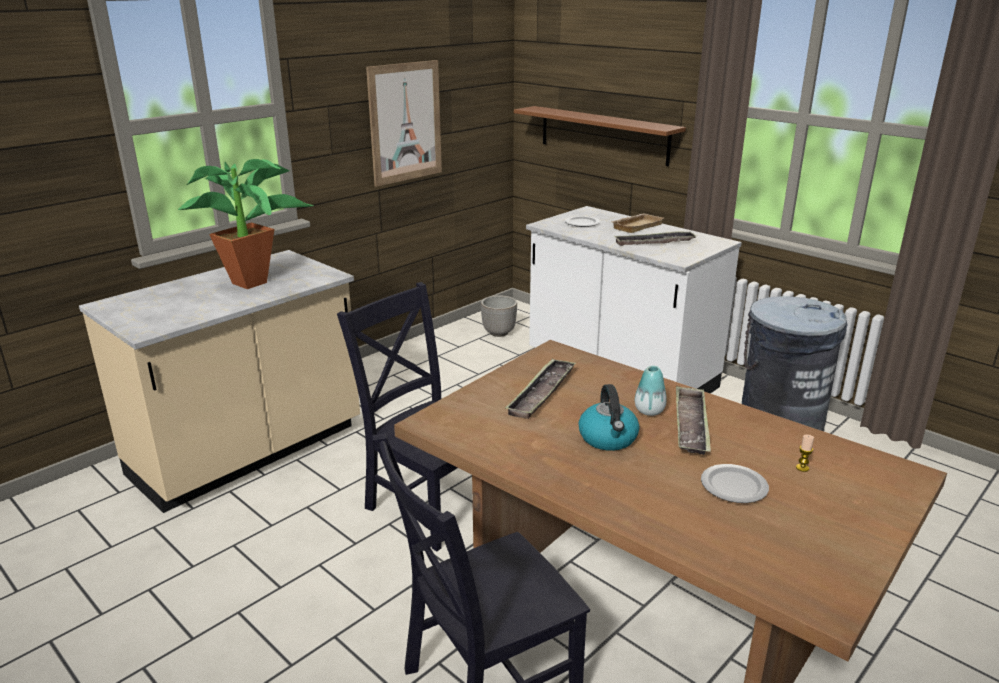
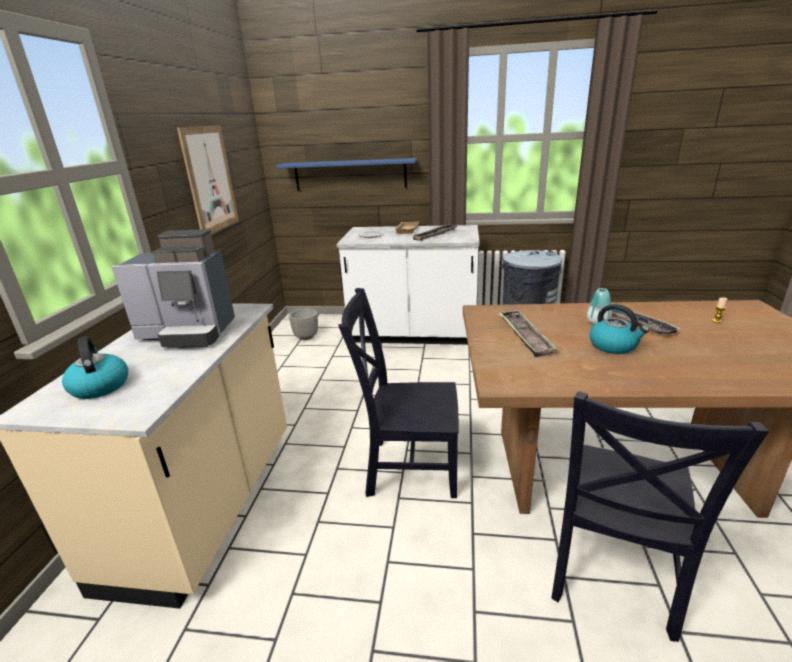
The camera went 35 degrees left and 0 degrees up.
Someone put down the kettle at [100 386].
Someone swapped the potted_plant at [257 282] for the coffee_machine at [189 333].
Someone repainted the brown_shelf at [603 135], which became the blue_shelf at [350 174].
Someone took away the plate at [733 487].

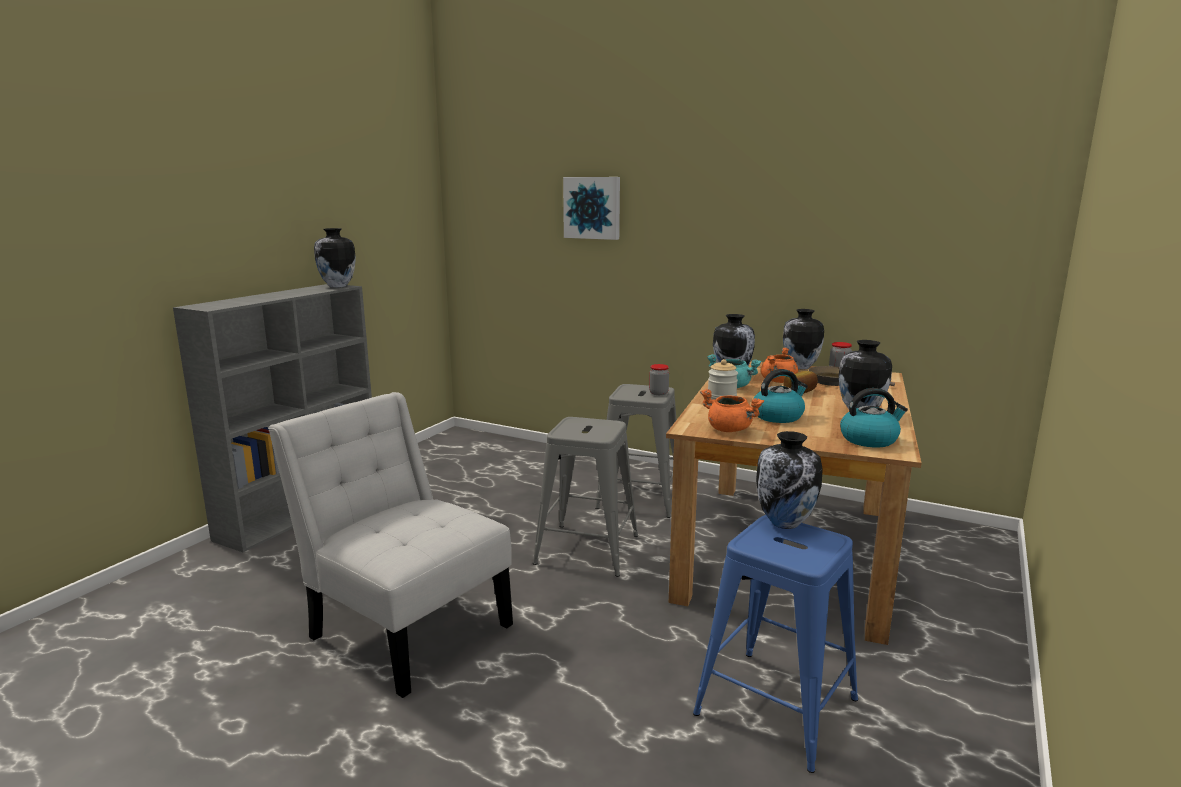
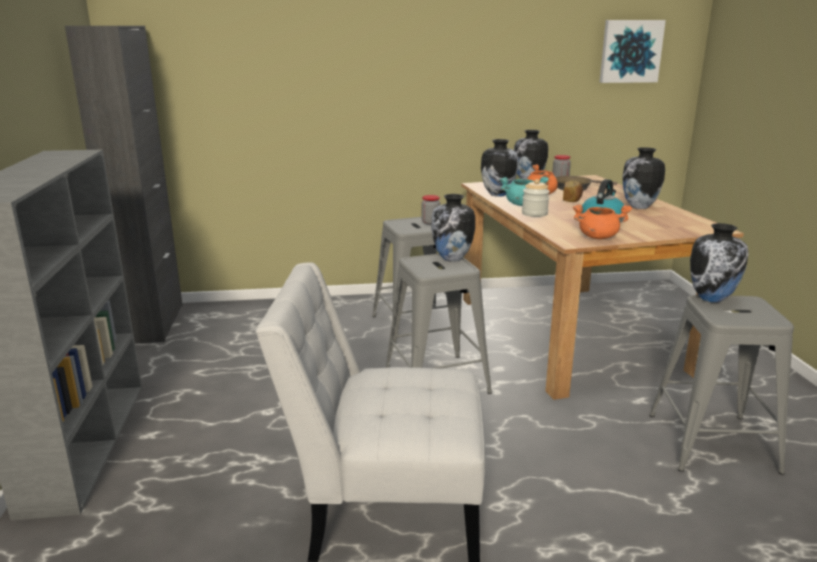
The camera went 35 degrees left and 5 degrees up.
Someone put down the black_cabinet at [153 323].
Someone carried the vase from [337 286] to [452 258].
Someone carried the picture from [592 208] to [630 51].
Someone repainted the blue_stool at [777 706], which became the grey_stool at [712 442].
Someone took away the kettle at [869 439].

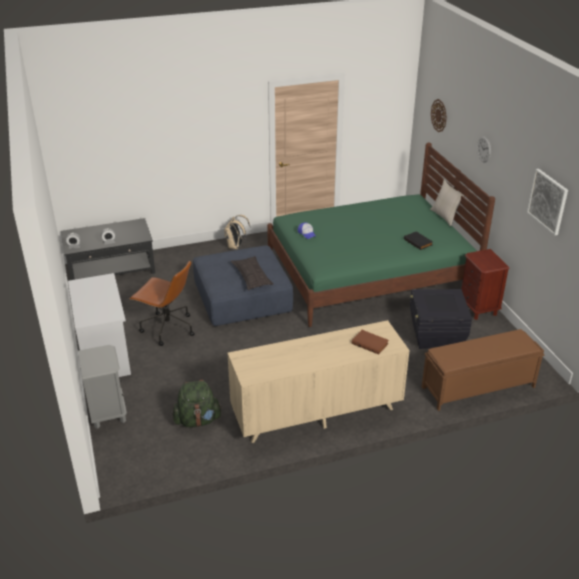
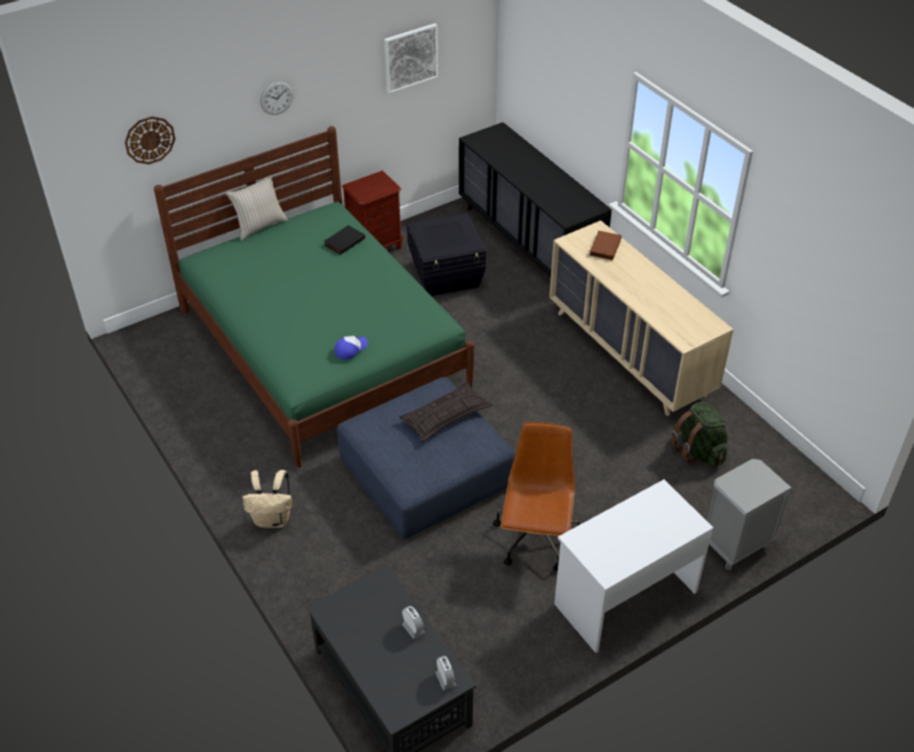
The camera went 105 degrees left and 10 degrees up.
Someone swapped the brown_bench at [477 387] for the black_dresser at [529 241].

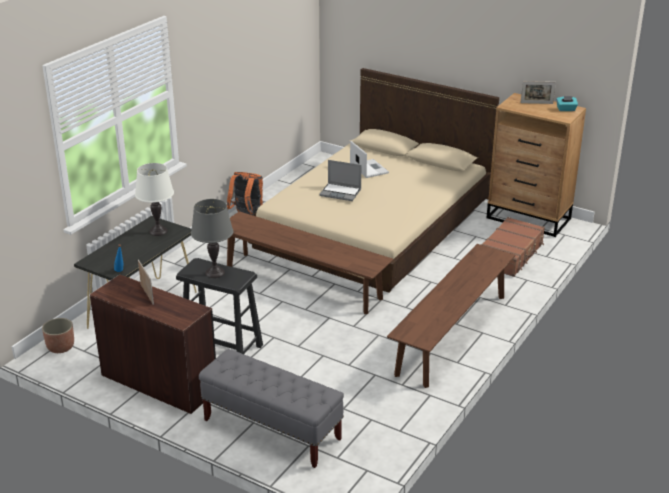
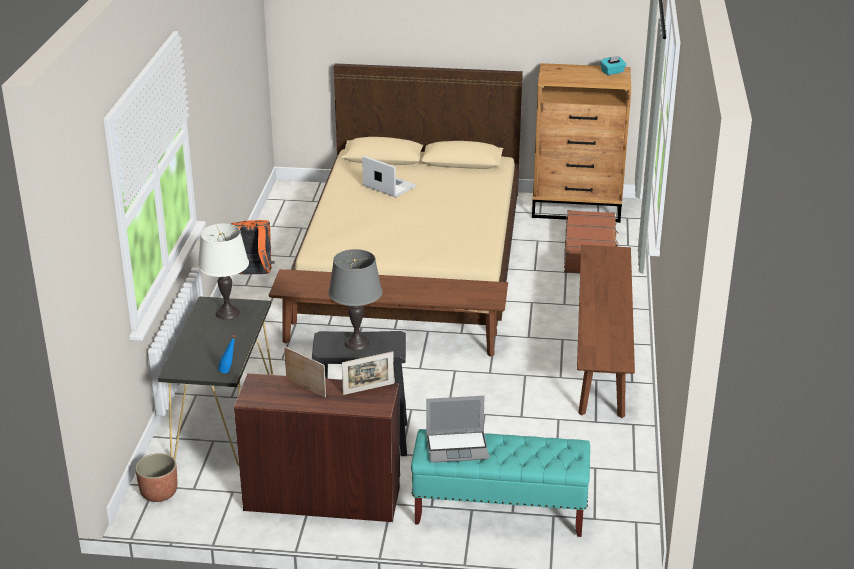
The camera went 25 degrees left and 0 degrees up.
Someone carried the picture_frame from [536 103] to [368 389].
Someone repainted the grey_bench at [271 430], which became the turquoise_bench at [499 511].
Someone carried the laptop from [341 193] to [457 447].

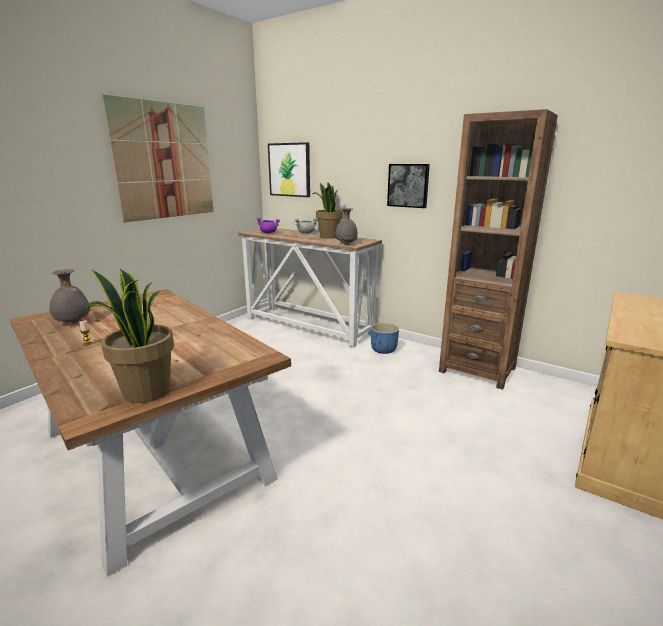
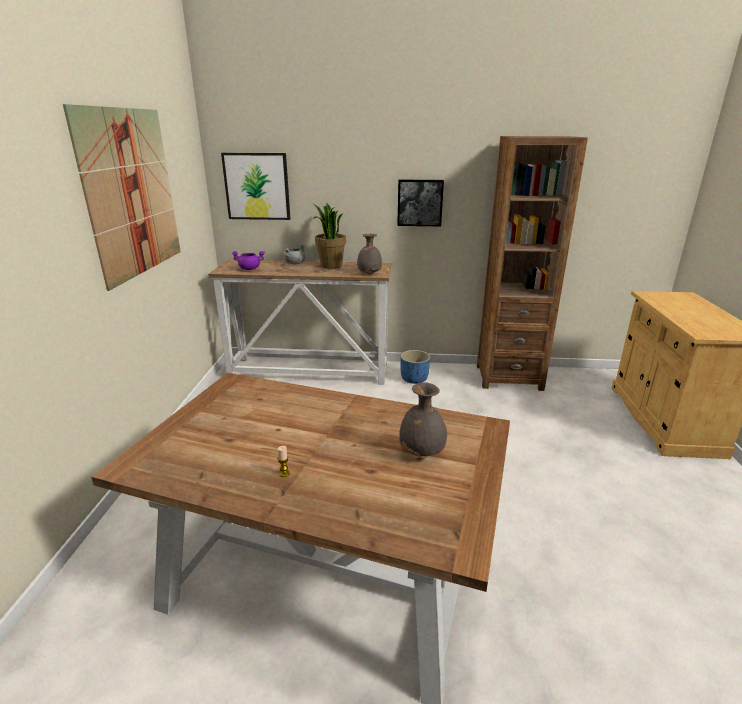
The camera went 30 degrees left and 5 degrees up.
Someone carried the grey_vase from [73 323] to [422 453].
Someone took away the potted_plant at [145 392].

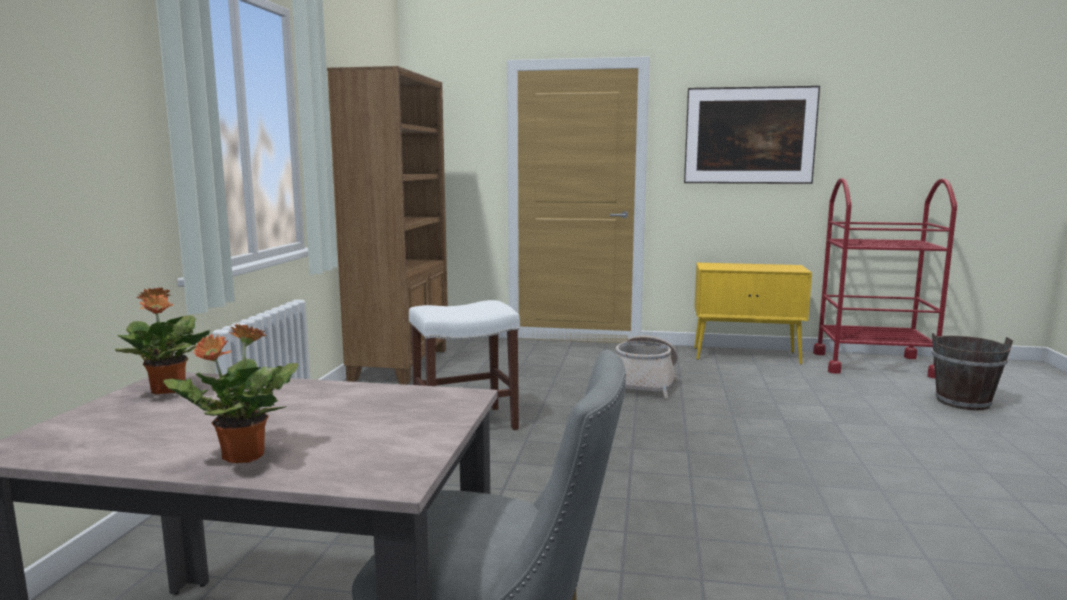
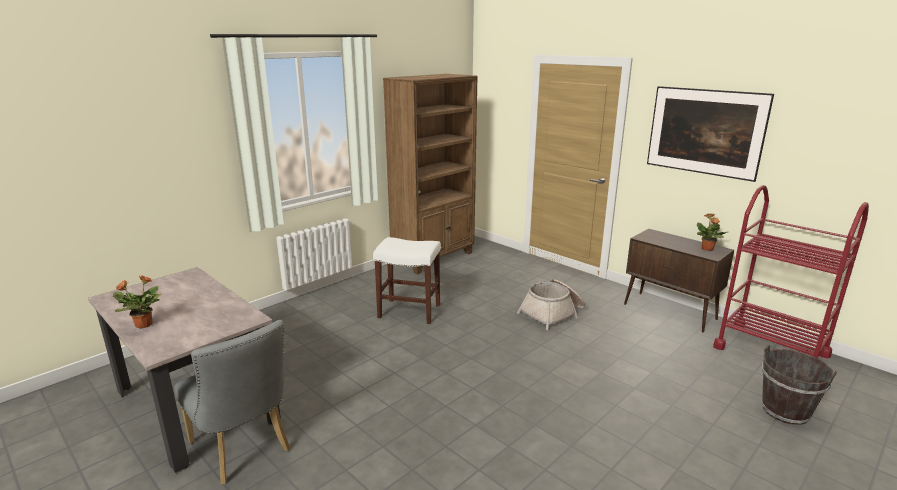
The camera went 35 degrees right and 10 degrees up.
Someone repainted the yellow_cabinet at [747 356], which became the brown_cabinet at [670 312].
Someone carried the potted_plant from [168 390] to [707 249].

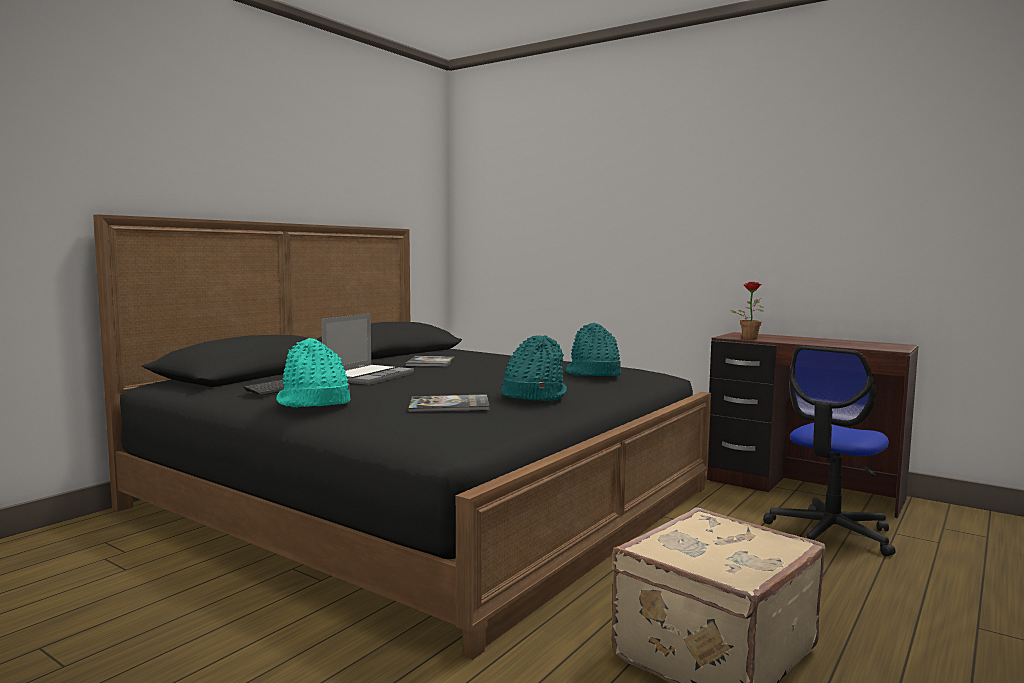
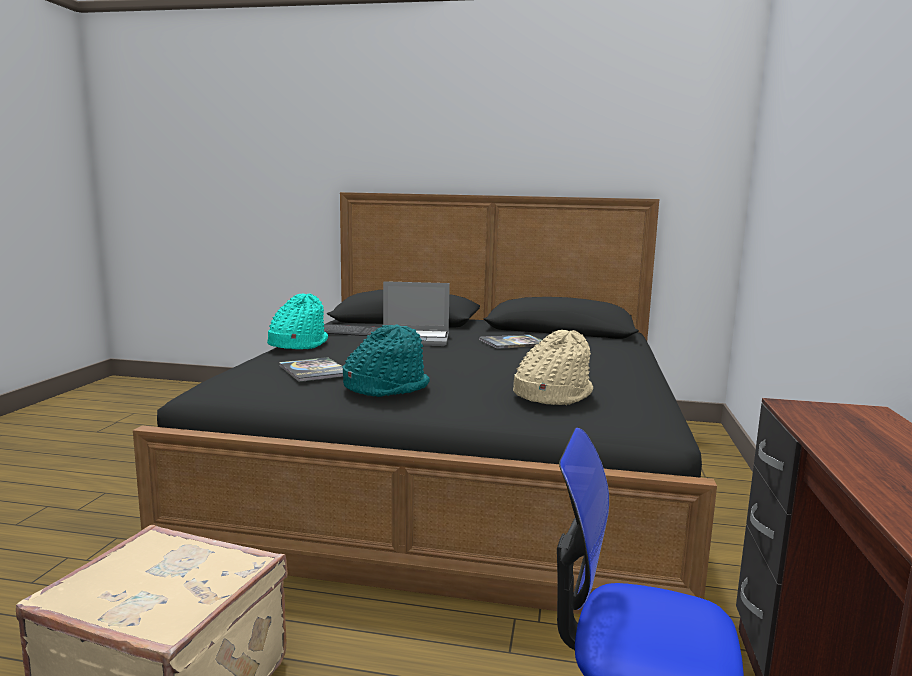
The camera went 65 degrees right and 5 degrees up.
Someone repainted the turquoise_hat at [593 374], which became the beige_hat at [552 395].
Someone took away the potted_plant at [749 338].

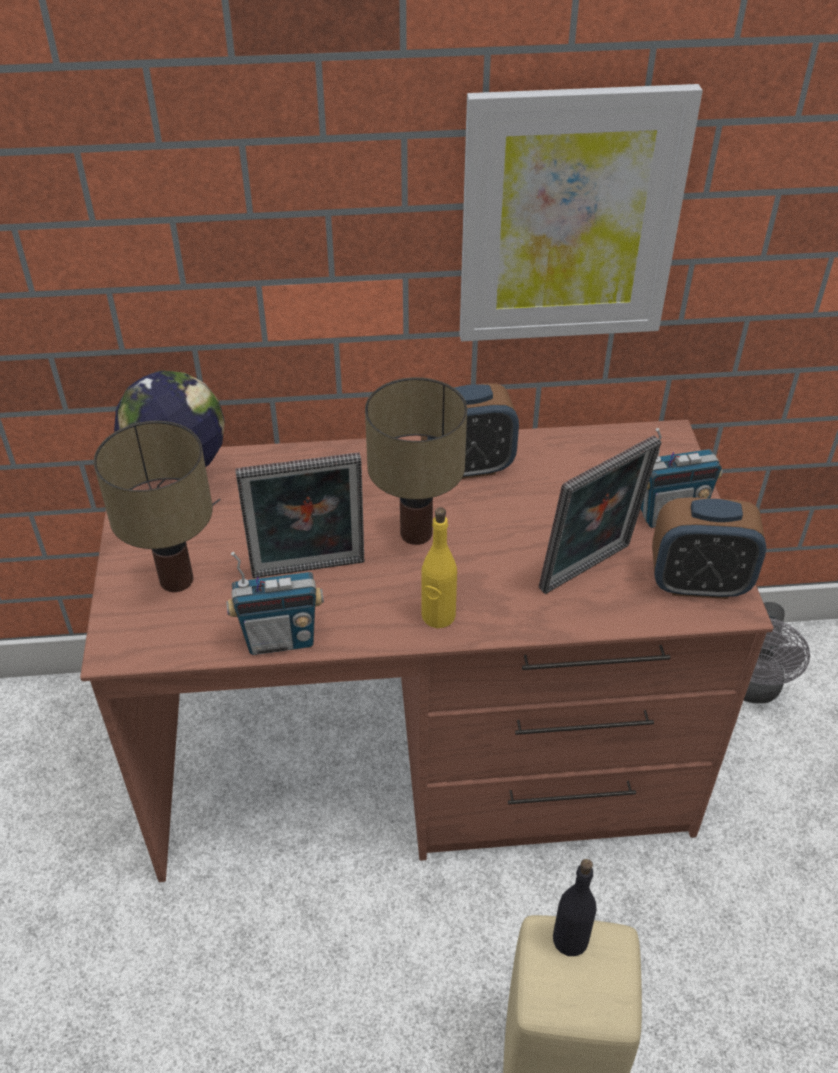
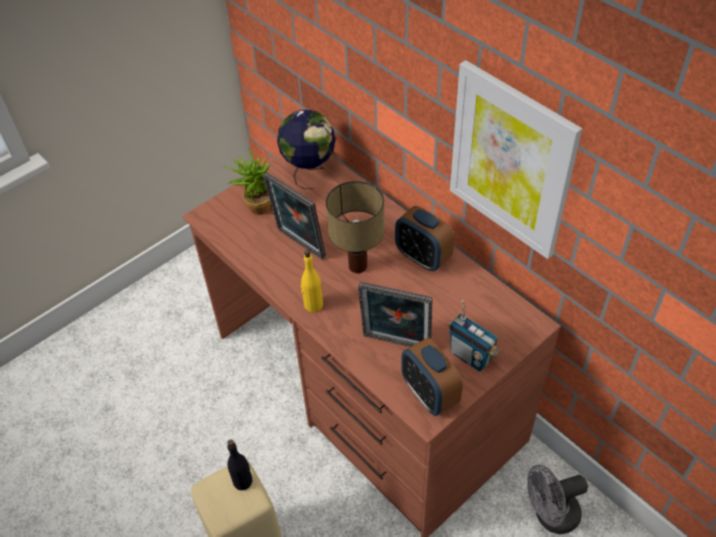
The camera went 55 degrees right and 5 degrees up.
Someone swapped the table_lamp at [175 579] for the potted_plant at [255 206].
Someone took away the radio at [280 639].

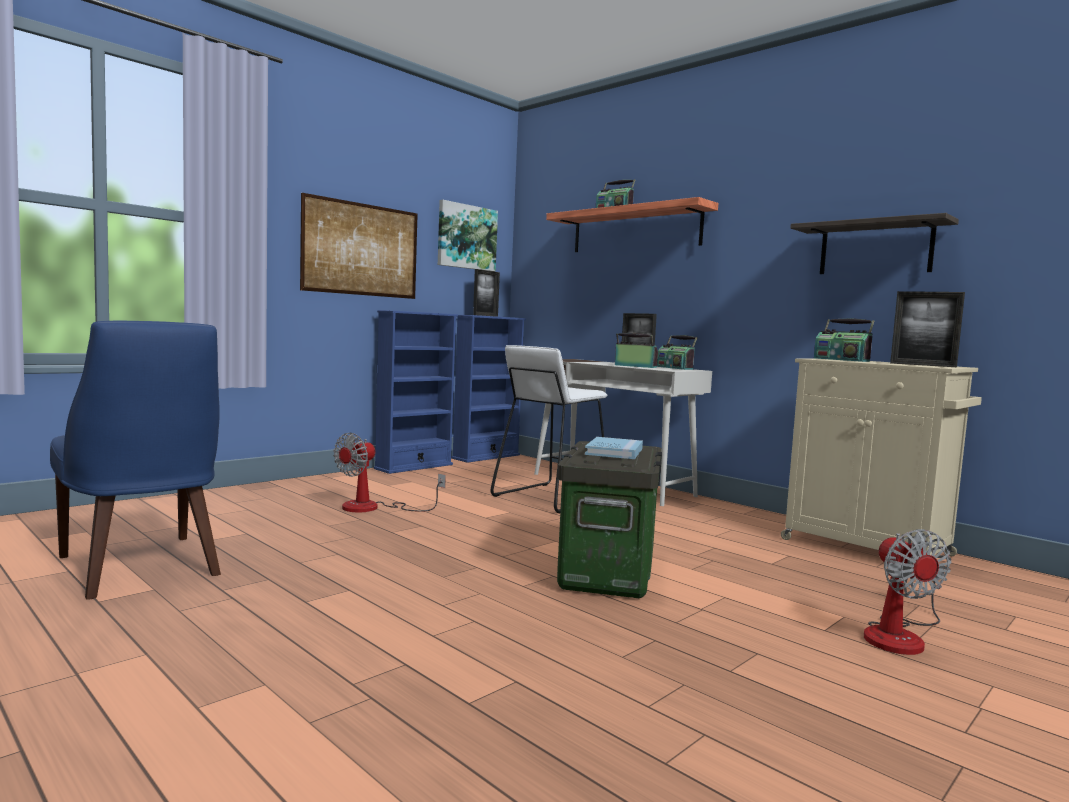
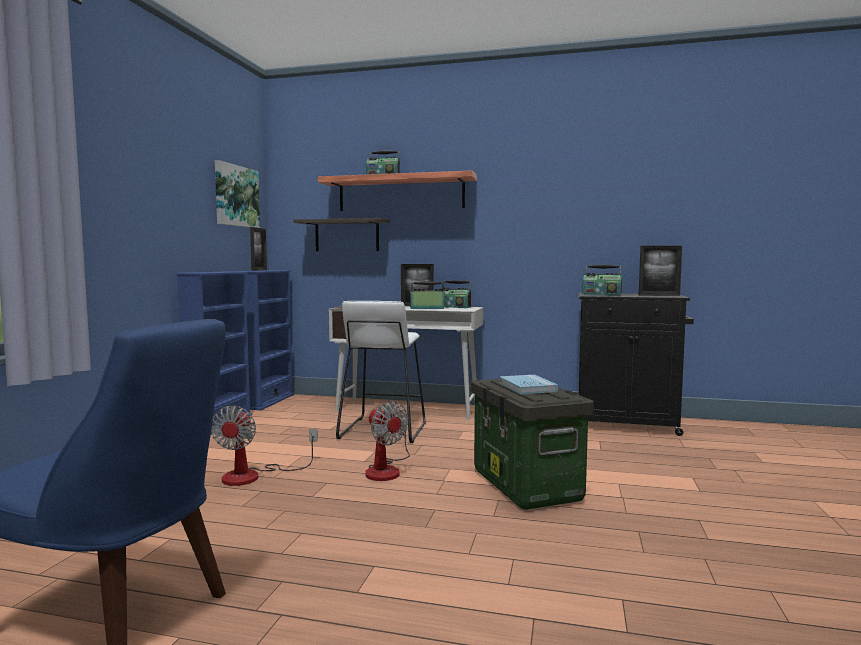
The camera went 30 degrees left and 0 degrees up.
Someone carried the shelf from [875 248] to [347 235].
Someone carried the fan from [900 635] to [386 469].
Someone repainted the beige_cabinet at [870 548], which became the black_cabinet at [628 424].
Someone took away the picture at [361 249].

